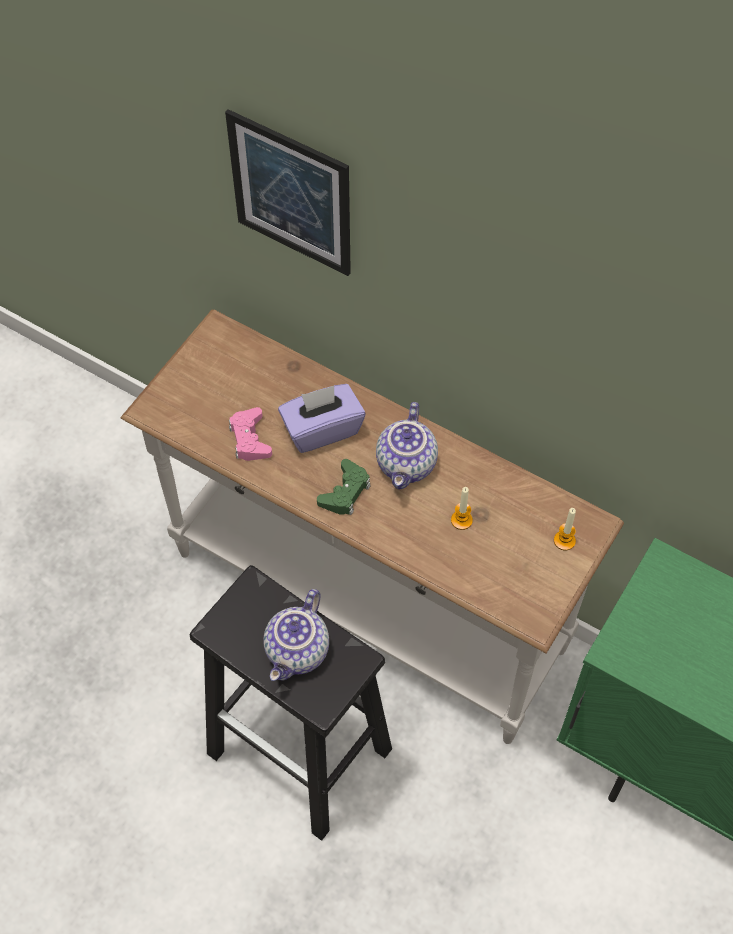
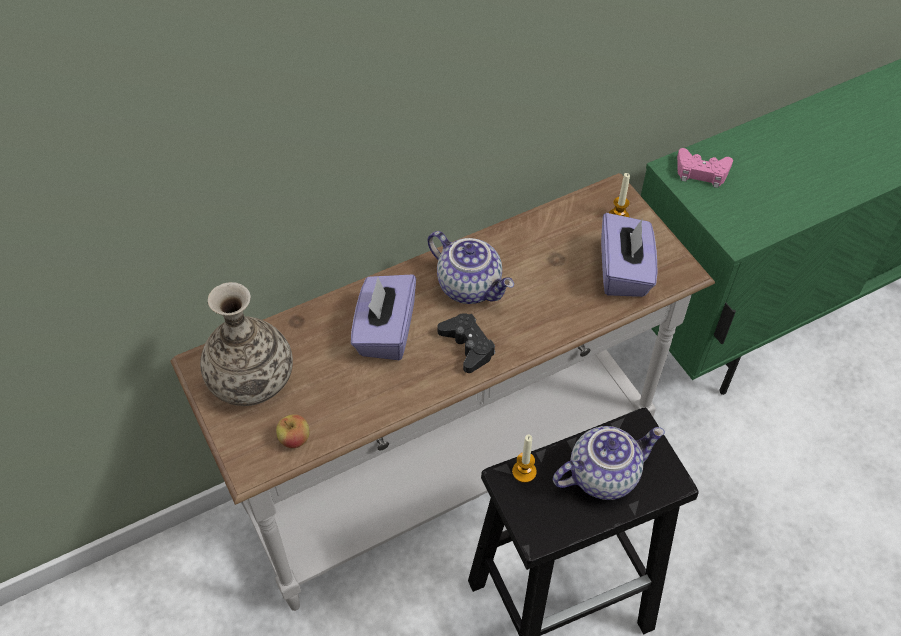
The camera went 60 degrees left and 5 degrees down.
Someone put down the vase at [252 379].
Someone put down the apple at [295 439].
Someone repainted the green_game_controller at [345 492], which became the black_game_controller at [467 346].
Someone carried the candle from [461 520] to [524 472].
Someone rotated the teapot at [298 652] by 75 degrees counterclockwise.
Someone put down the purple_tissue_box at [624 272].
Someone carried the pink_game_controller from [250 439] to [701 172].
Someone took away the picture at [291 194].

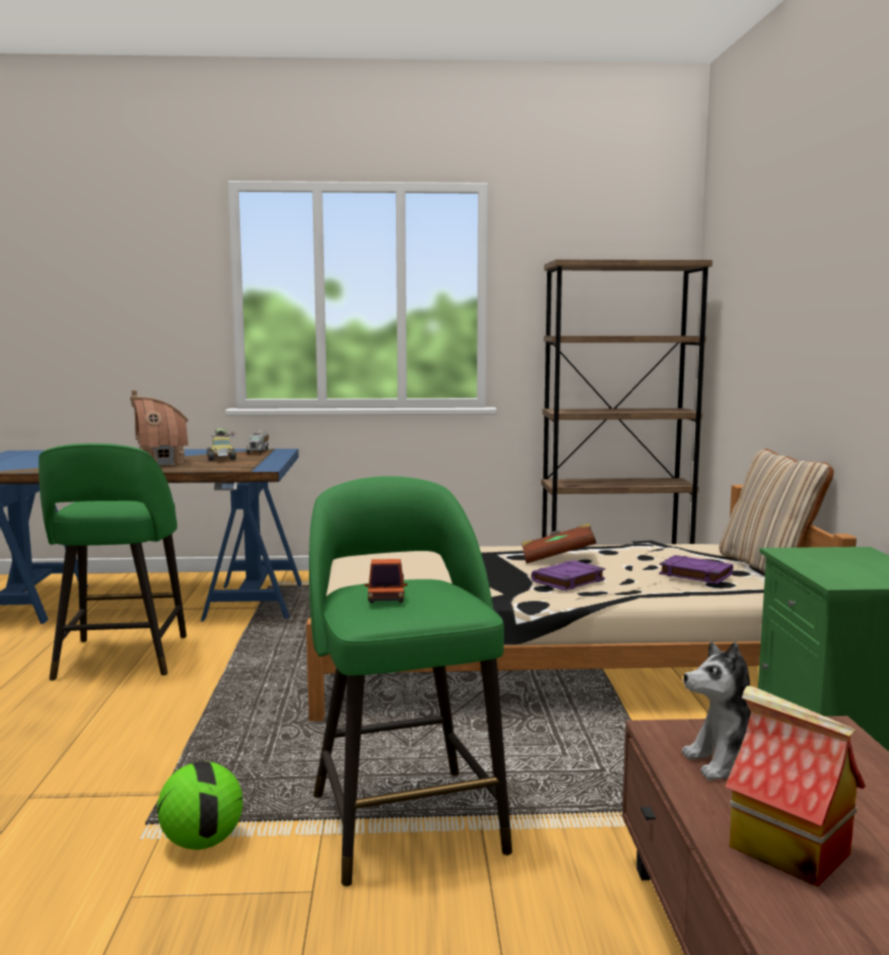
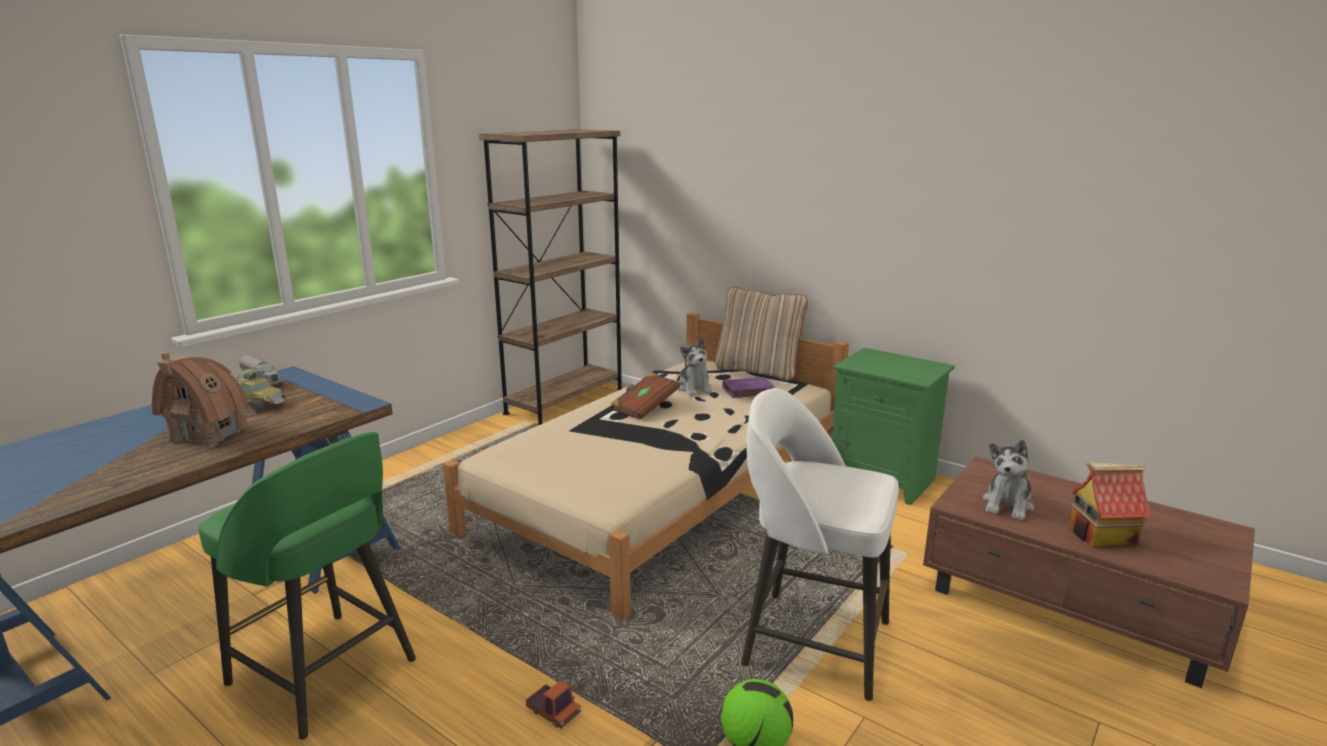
The camera went 50 degrees left and 10 degrees up.
Someone carried the toy_truck from [386 596] to [553 712].
Someone put down the plush_toy at [694 388].
Someone repainted the green_stool at [405 819], which became the white_stool at [811 641].
Someone took away the purple_book at [568 580].

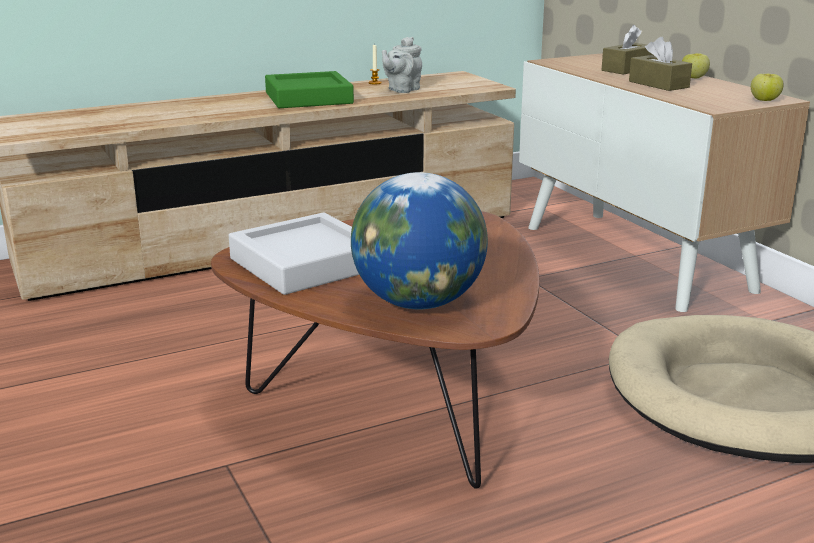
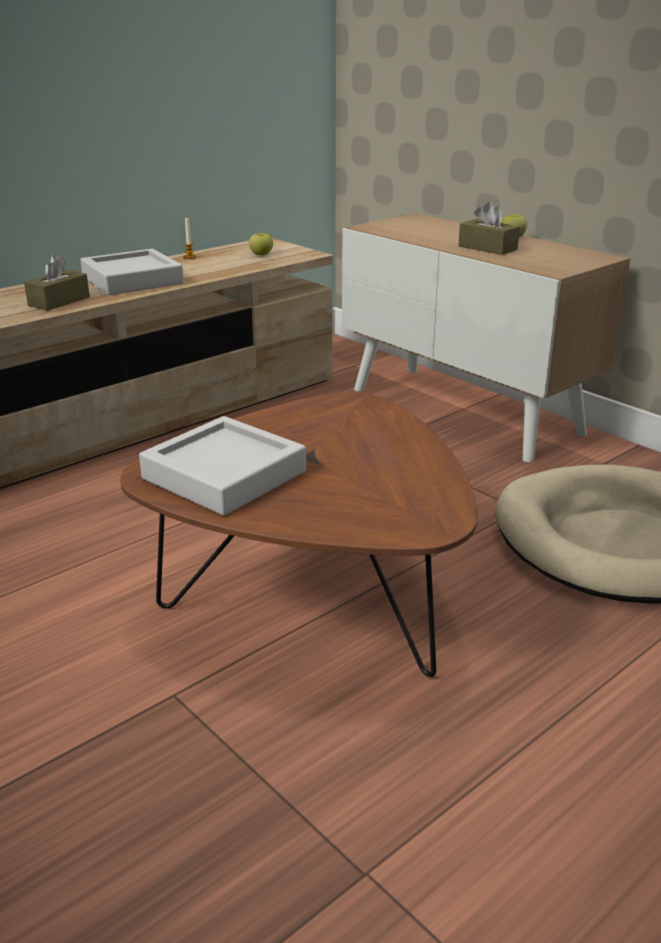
The camera went 15 degrees left and 5 degrees up.
Someone carried the brown_tissue_box from [627 69] to [59 301].
Someone repainted the green_tray at [308 98], which became the grey_tray at [132 280].
Someone carried the apple from [764 100] to [261 254].
Someone took away the globe at [419 303].
Someone took away the grey_teapot at [402 90].

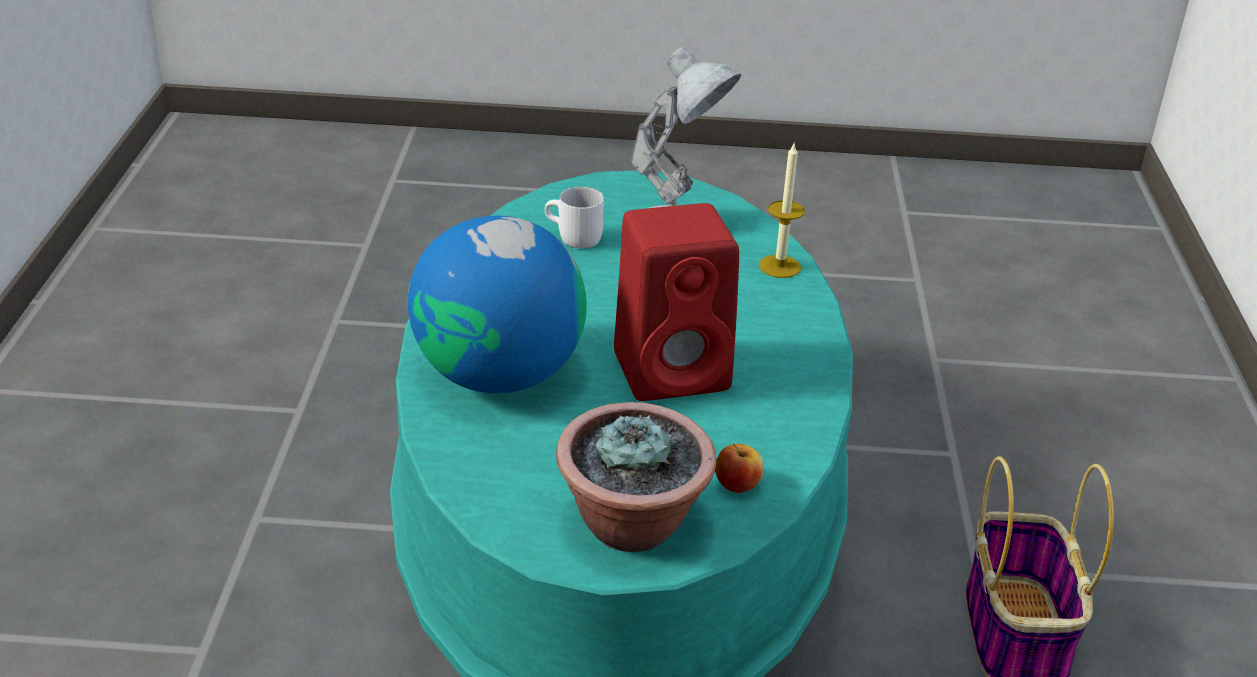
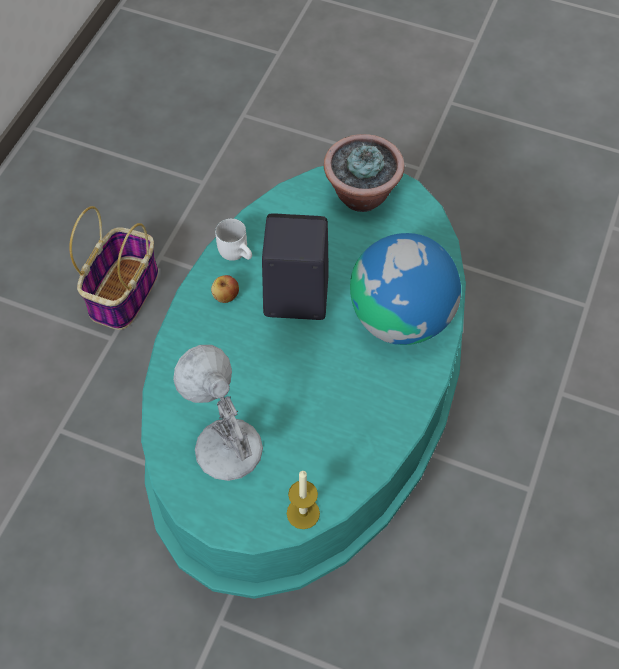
The camera went 160 degrees left and 25 degrees up.
Someone carried the apple from [737 485] to [226 296].
Someone carried the white_mug from [572 239] to [237 252].
Someone repainted the red_speaker at [675 370], which became the black_speaker at [293 296].
Someone carried the candle from [779 266] to [303 513].

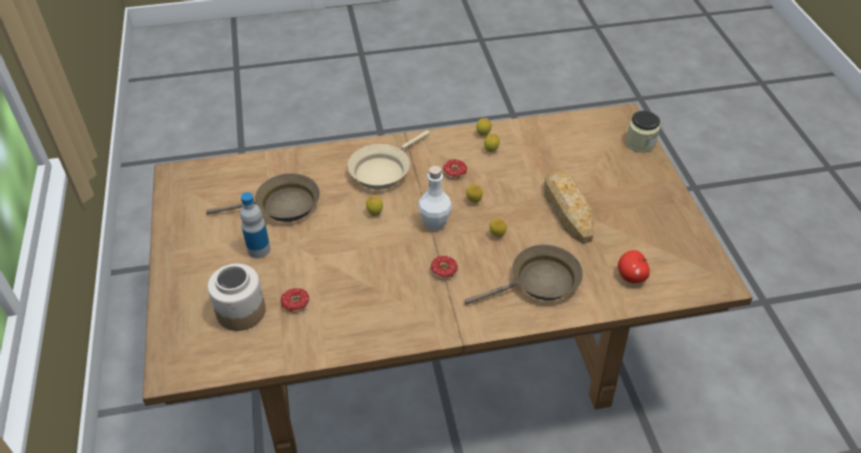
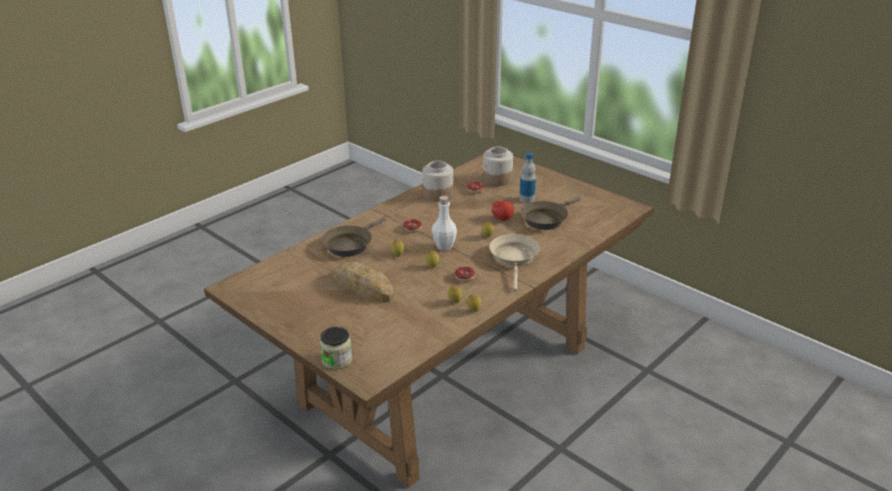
The camera went 145 degrees right and 15 degrees down.
Someone put down the jar at [438 195].
Someone carried the apple from [631 277] to [502 218].

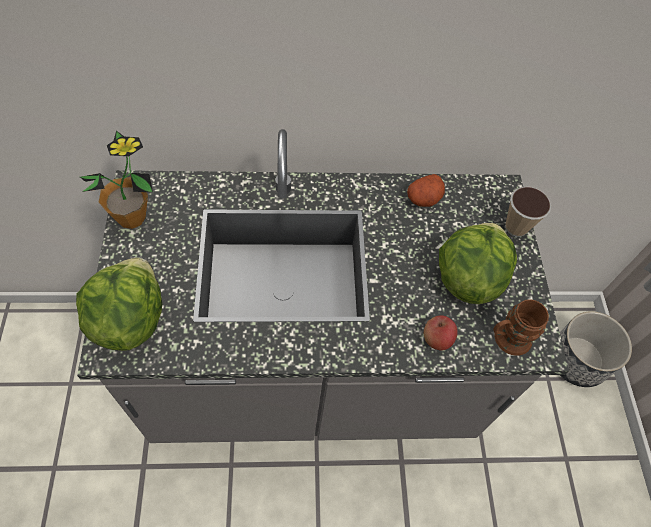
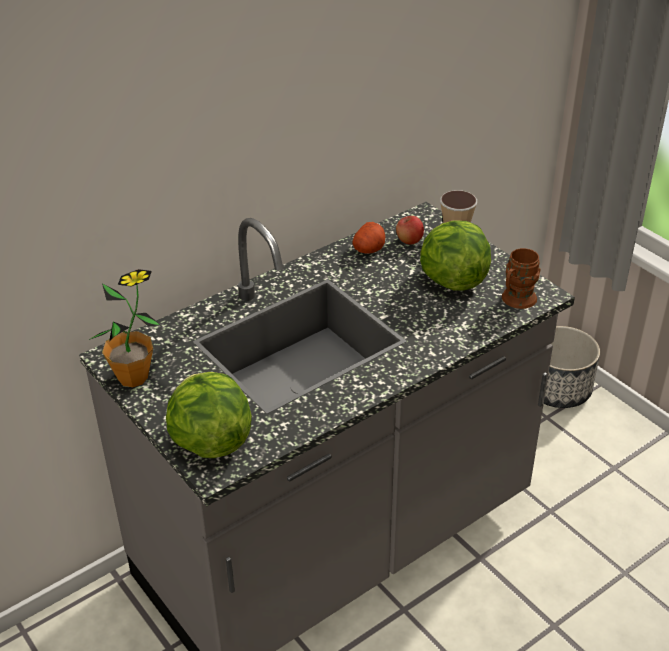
The camera went 30 degrees left and 20 degrees down.
Someone carried the apple from [437 339] to [409 241].

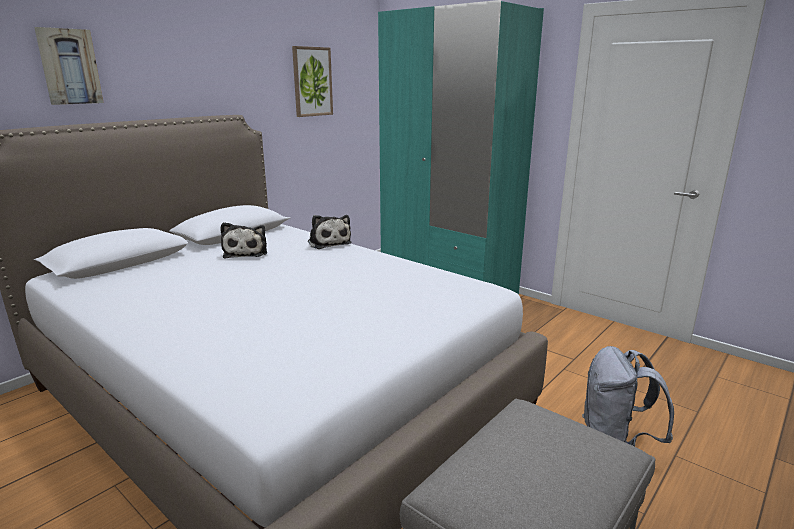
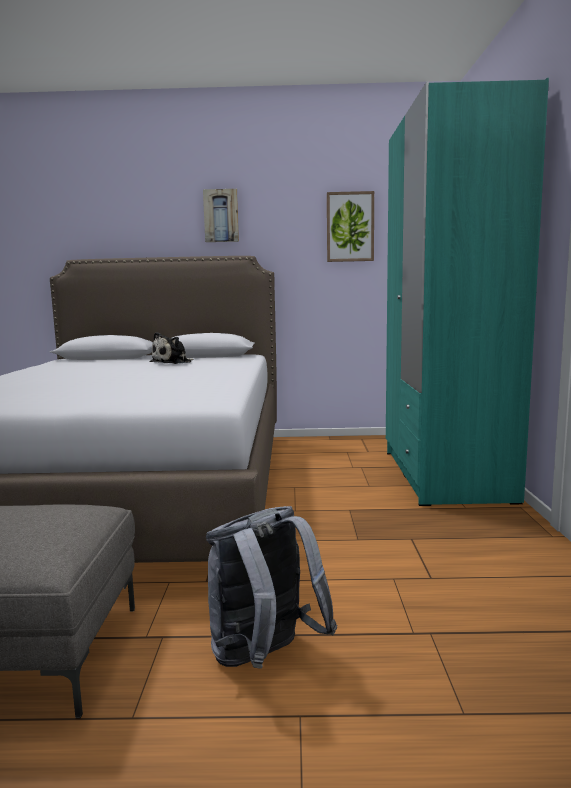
The camera went 50 degrees right and 10 degrees down.
Someone carried the picture from [69 67] to [221 216].
Someone took away the plush_toy at [328 242].

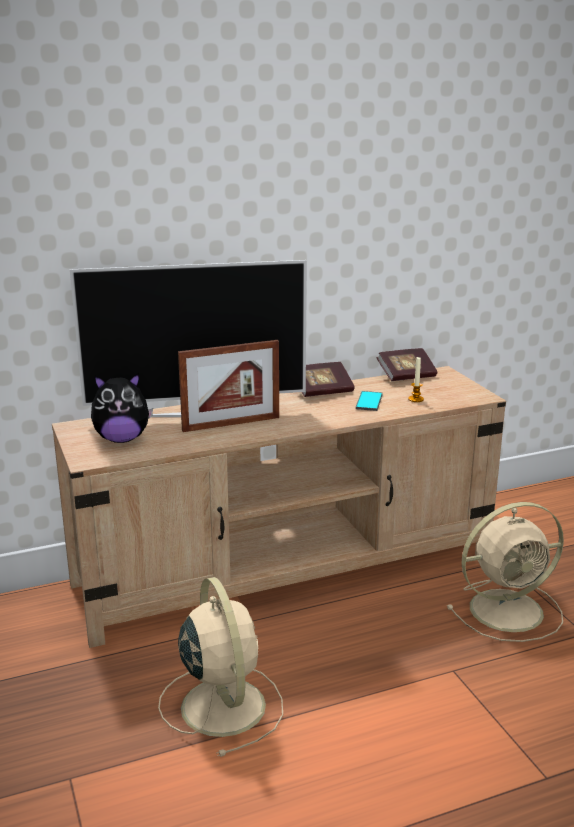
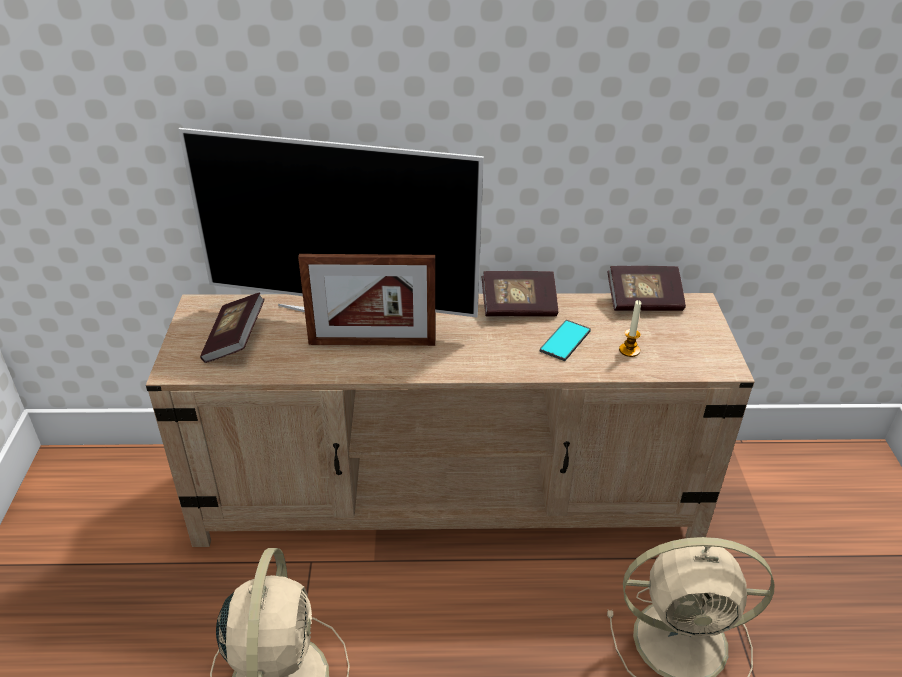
The camera went 20 degrees right and 15 degrees up.
Someone swapped the plush_toy at [122 439] for the book at [235 340].

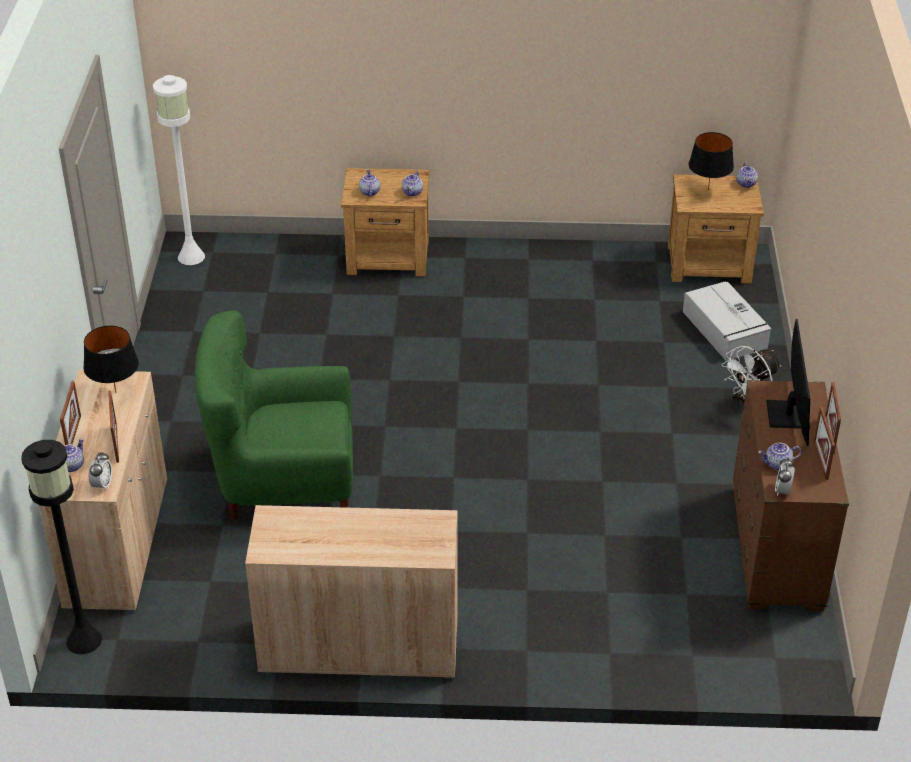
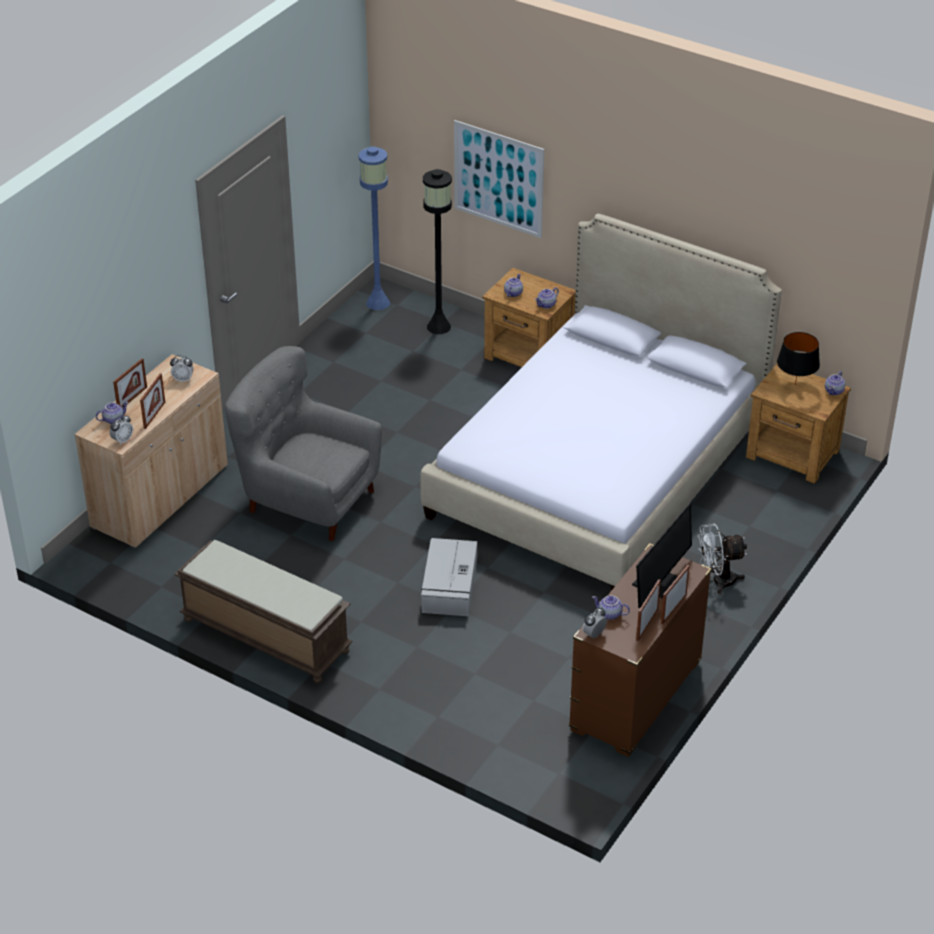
The camera went 30 degrees right and 0 degrees up.
Someone swapped the black_table_lamp at [116 392] for the alarm_clock at [183 379].
Someone swapped the beige_cabinet at [359 646] for the brown_bench at [264 636].
Someone repainted the green_armchair at [283 482], which became the grey_armchair at [307 499].
Someone repainted the white_floor_lamp at [191 257], which became the blue_floor_lamp at [378 303].
Someone put down the bed at [597 469].
Someone carried the grey_storage_box from [725 331] to [449 586].
Someone carried the black_floor_lamp from [84 640] to [439 327].
Someone put up the picture at [498 179].

